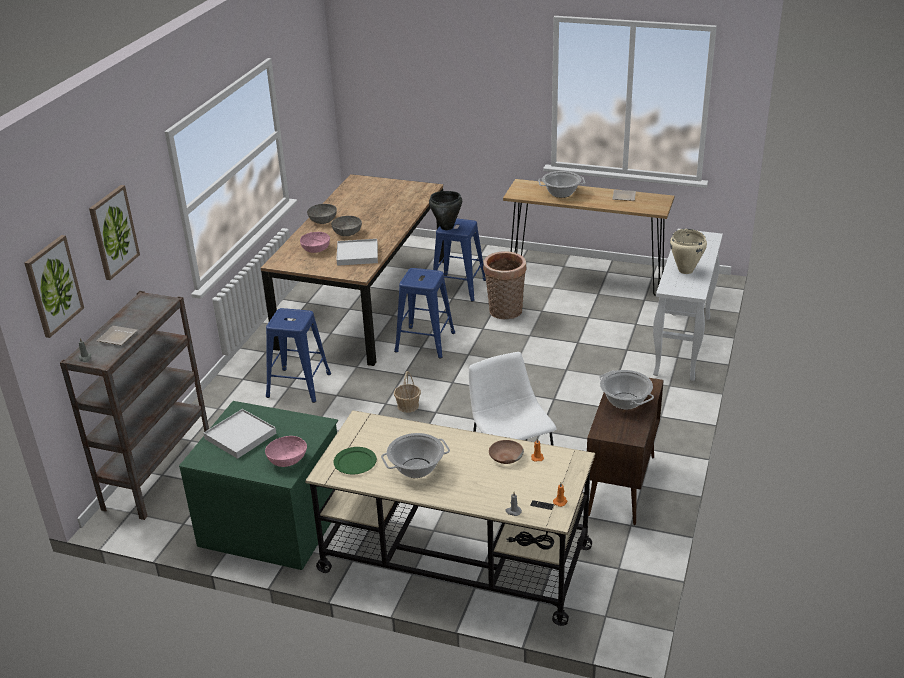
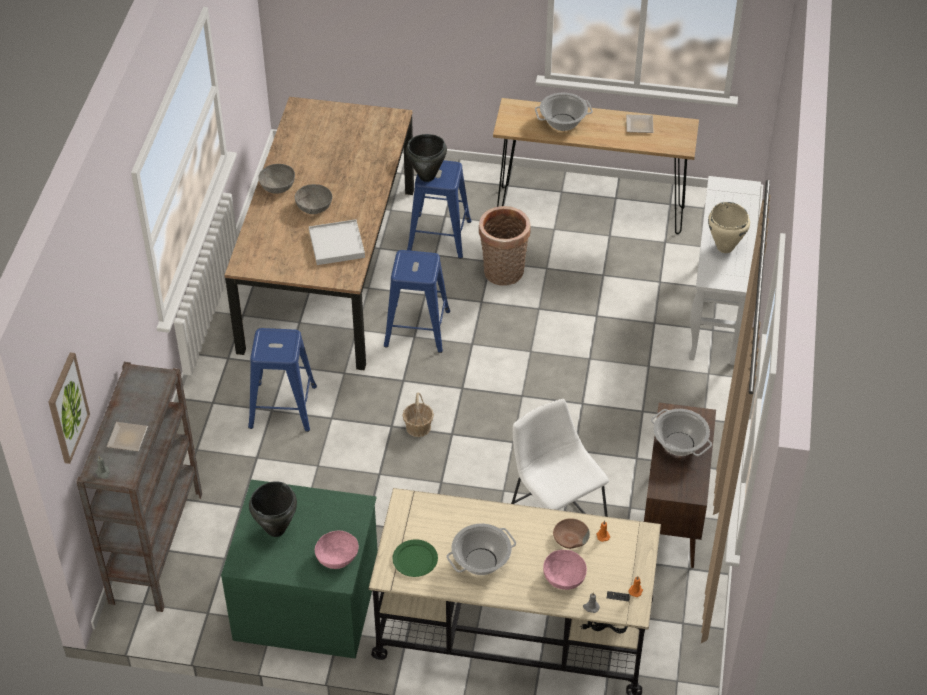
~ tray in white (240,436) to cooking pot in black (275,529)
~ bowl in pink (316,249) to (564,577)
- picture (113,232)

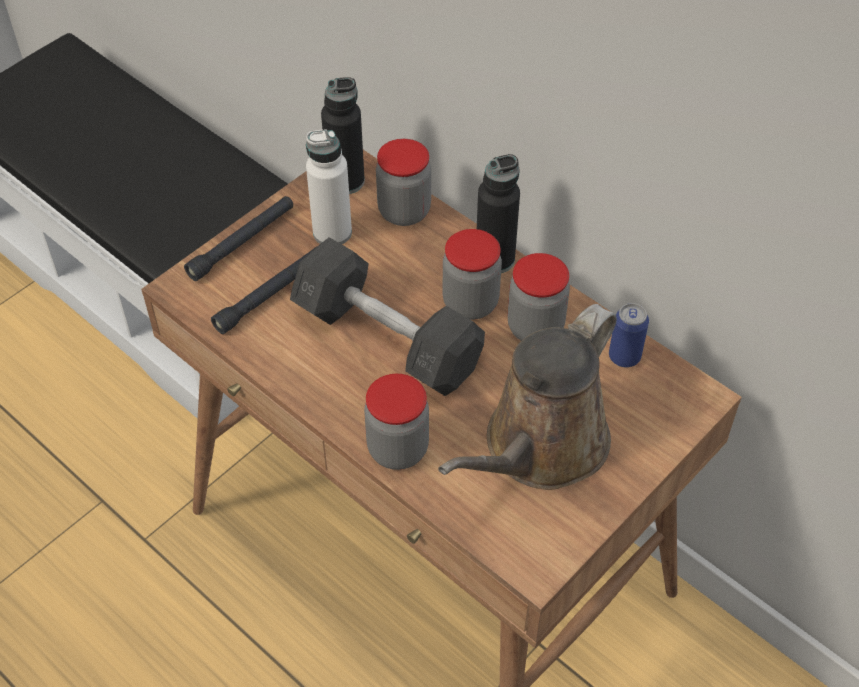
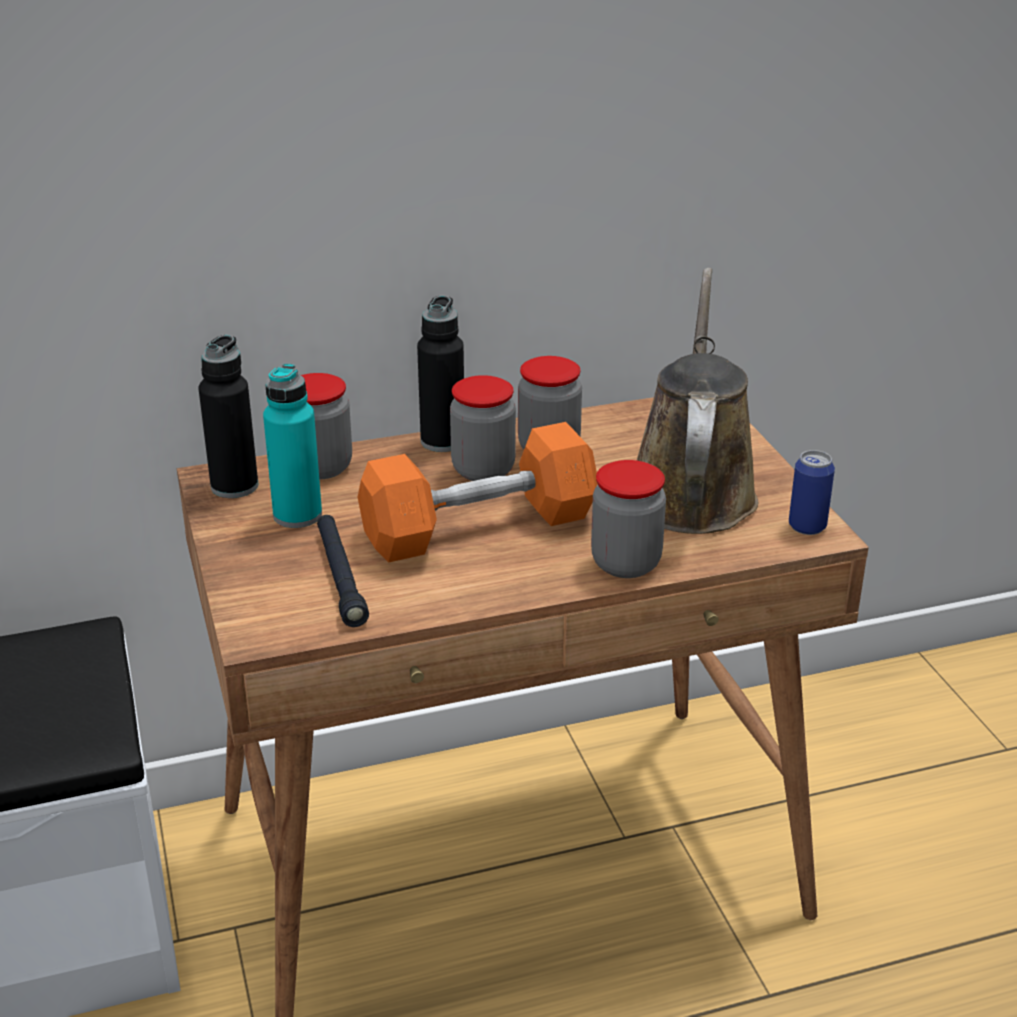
~ bottle in white (332,232) to bottle in turquoise (297,515)
~ dumbbell in grey (387,338) to dumbbell in orange (479,527)
~ watering can in brown (539,448) = (691,490) 150 degrees counterclockwise
~ can (624,356) to (807,526)
- flashlight in black (242,243)

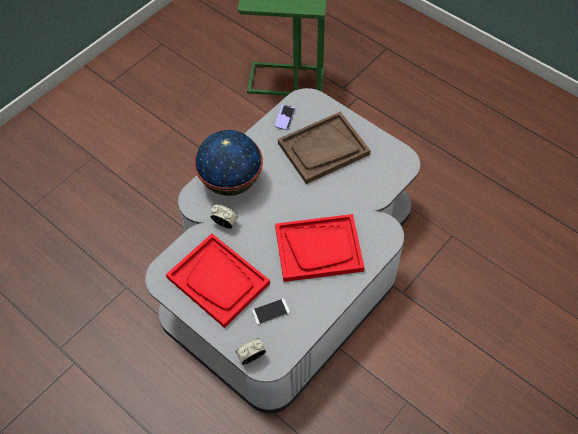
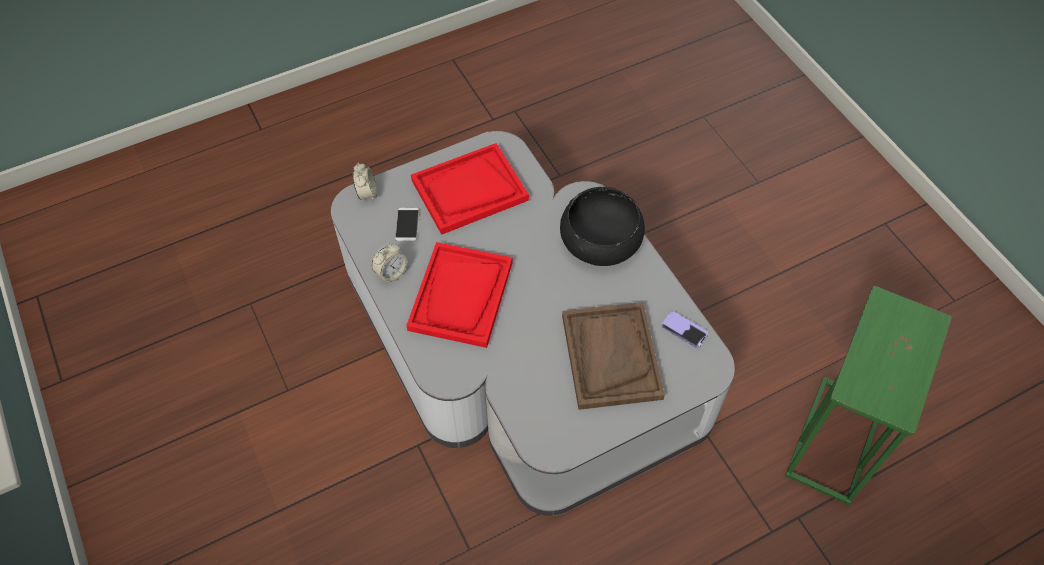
~ alarm clock (225,223) to (391,273)
~ globe (231,181) to bowl in black (600,240)

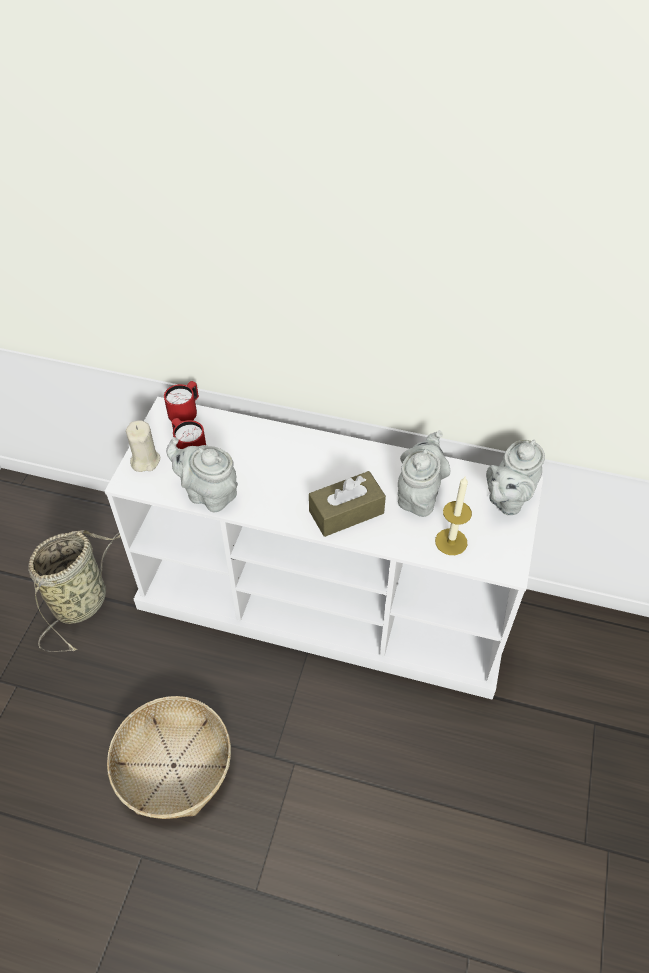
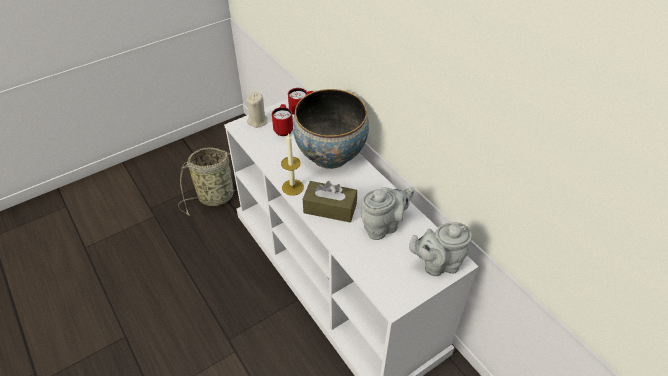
~ candle (451,542) to (292,187)
+ bowl (330,155)
- basket (174,765)
- teapot in grey (208,494)

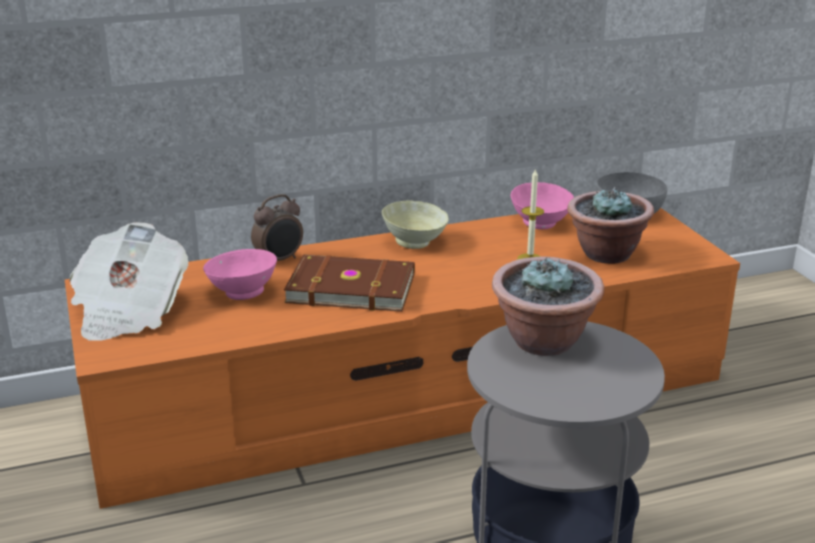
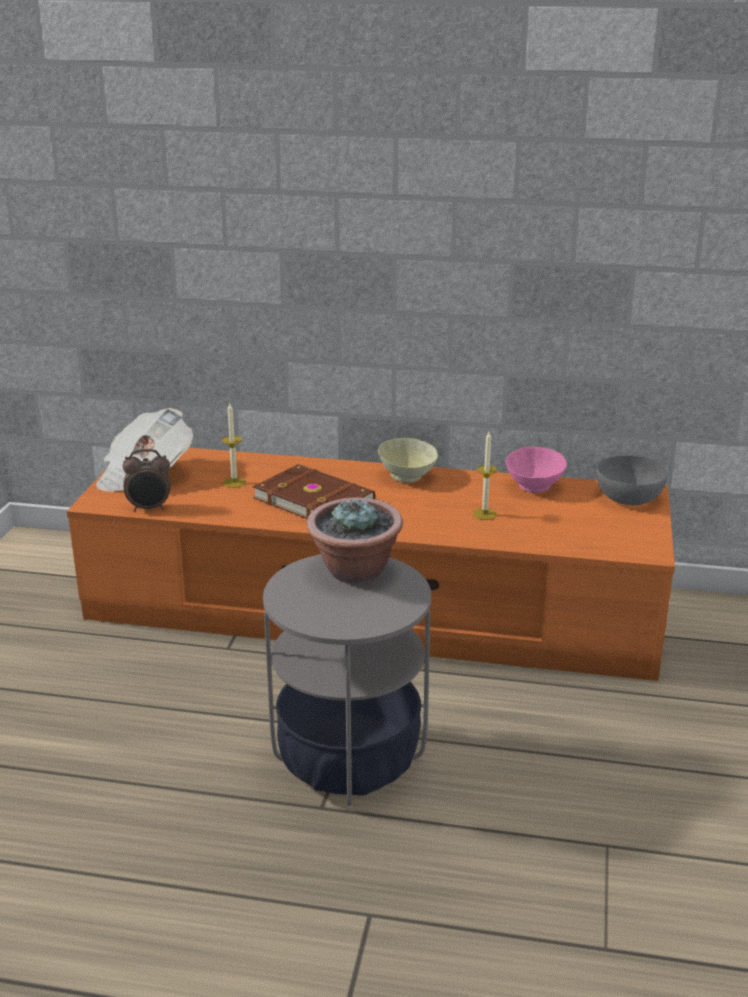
~ alarm clock (279,260) to (149,508)
~ bowl in pink (243,292) to candle (234,482)
- potted plant (605,254)

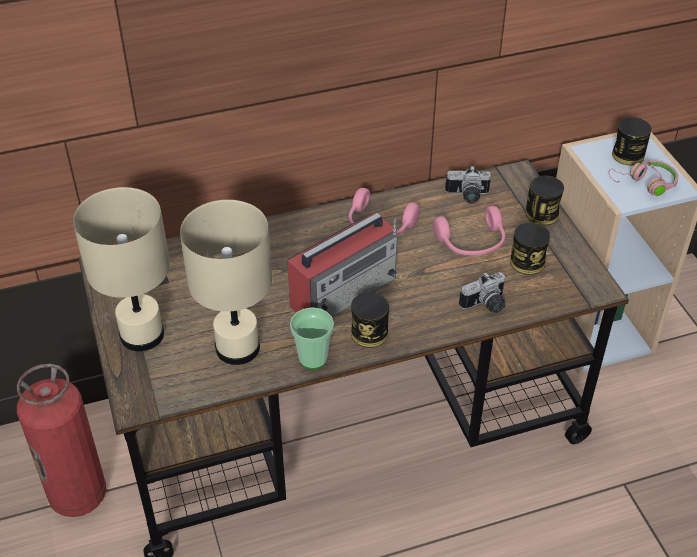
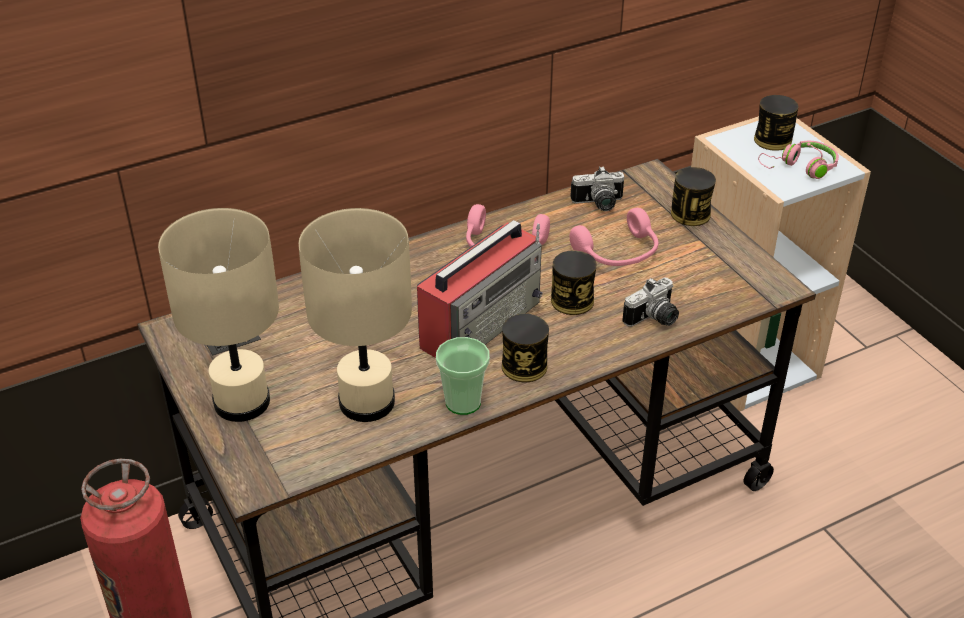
~ can (527,262) to (572,301)

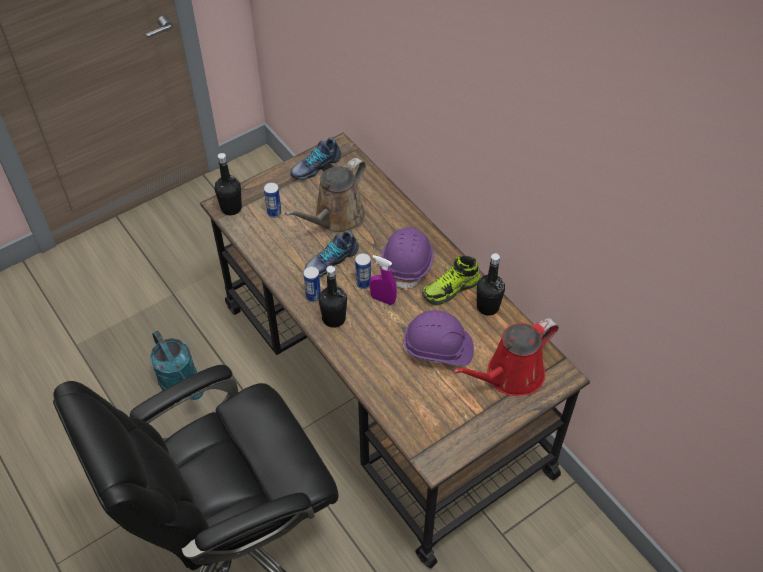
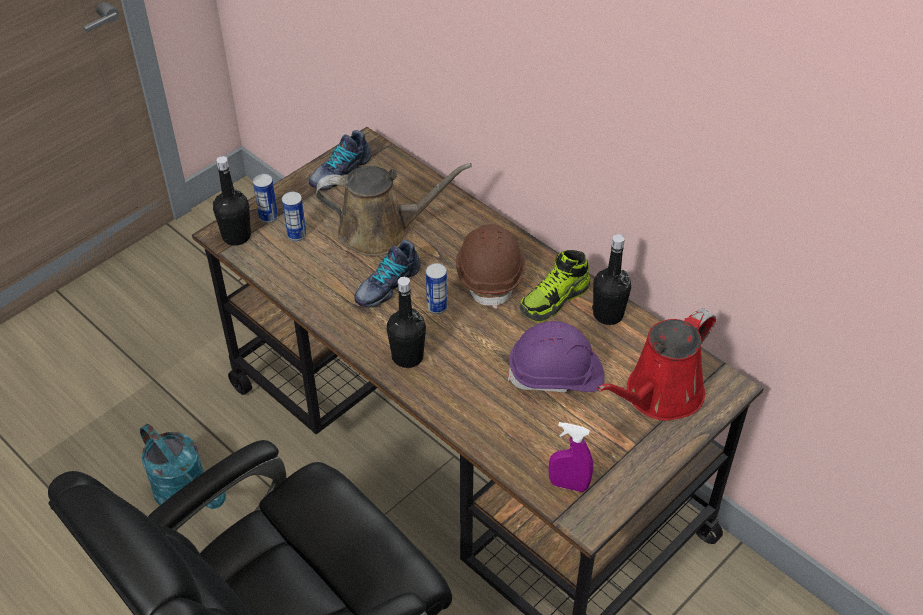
~ can (313,296) to (268,217)
~ watering can in brown (336,218) = (381,232) 120 degrees counterclockwise
~ hard hat in purple (408,263) to hard hat in brown (490,275)
~ spray bottle in purple (383,299) to (568,485)

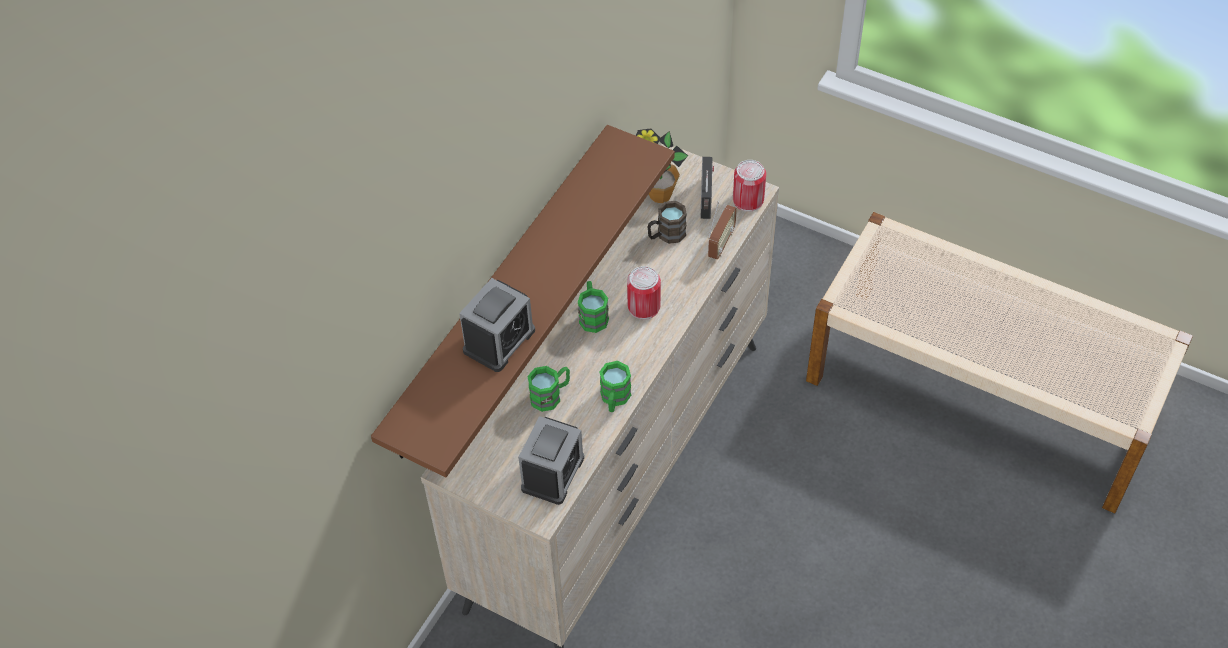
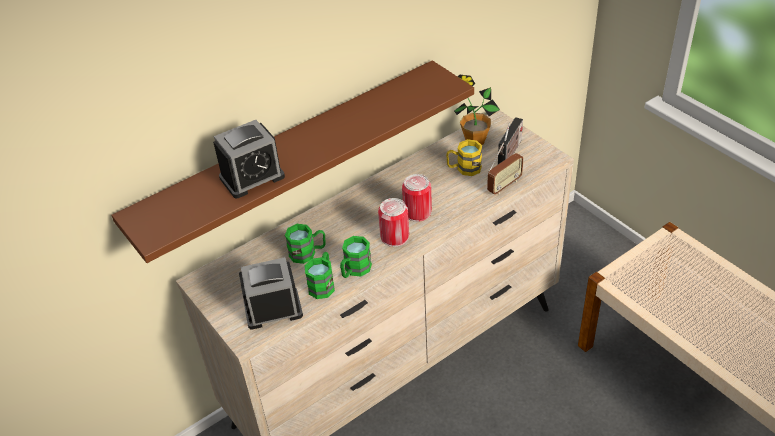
~ alarm clock (552,473) = (273,309) 150 degrees counterclockwise
~ mug in green (592,315) to (323,284)
~ can (748,200) to (394,237)
~ mug in brown (666,235) to mug in yellow (464,168)

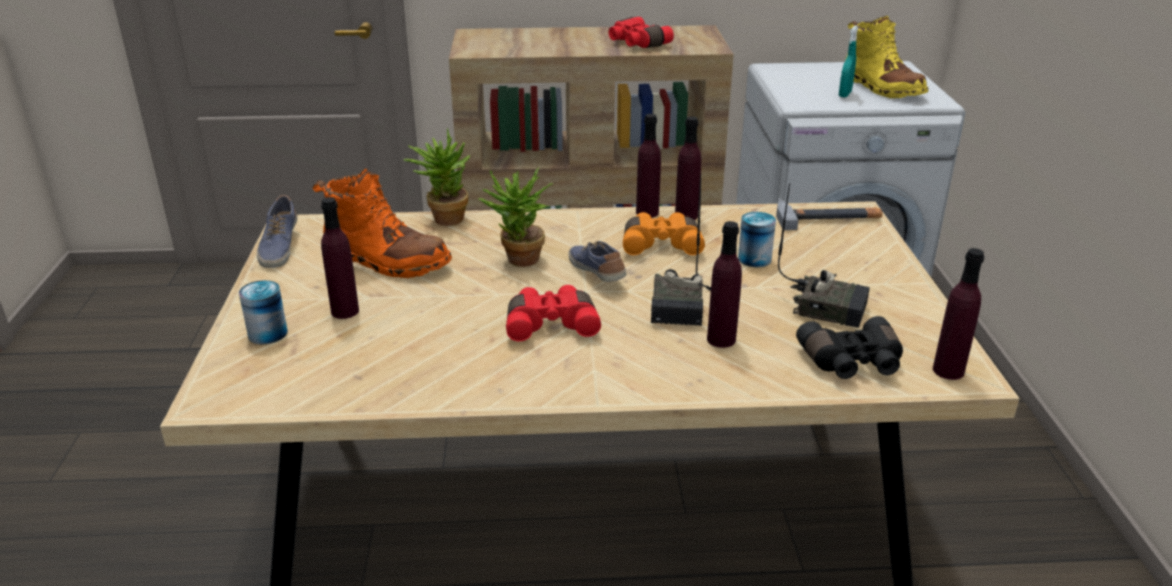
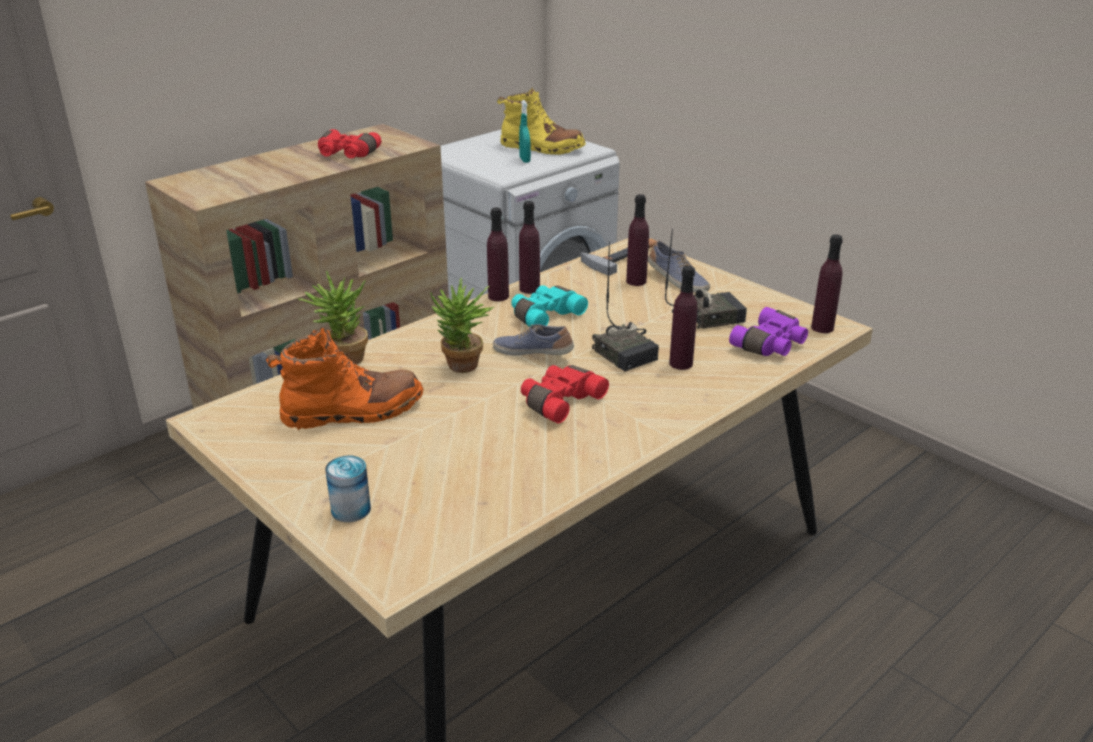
~ binoculars in orange (661,244) to binoculars in turquoise (544,315)
~ bottle in purple (345,311) to (636,281)
~ shoe (279,247) to (676,281)
~ binoculars in black (852,363) to binoculars in purple (771,345)
- can (754,259)

